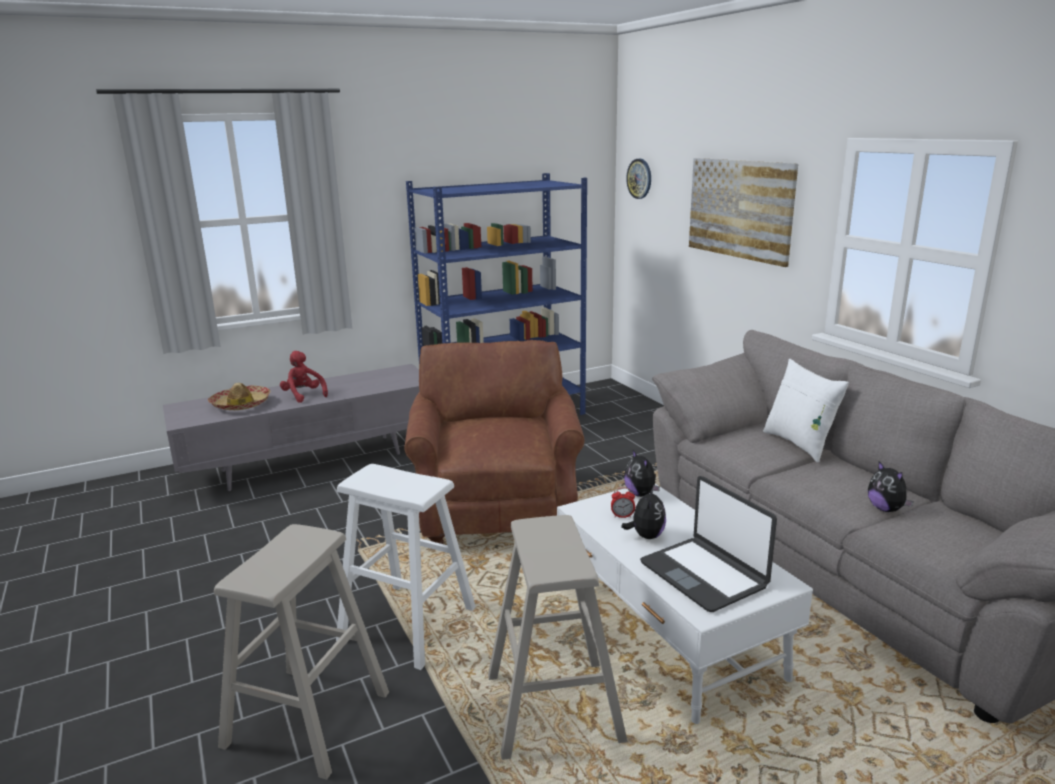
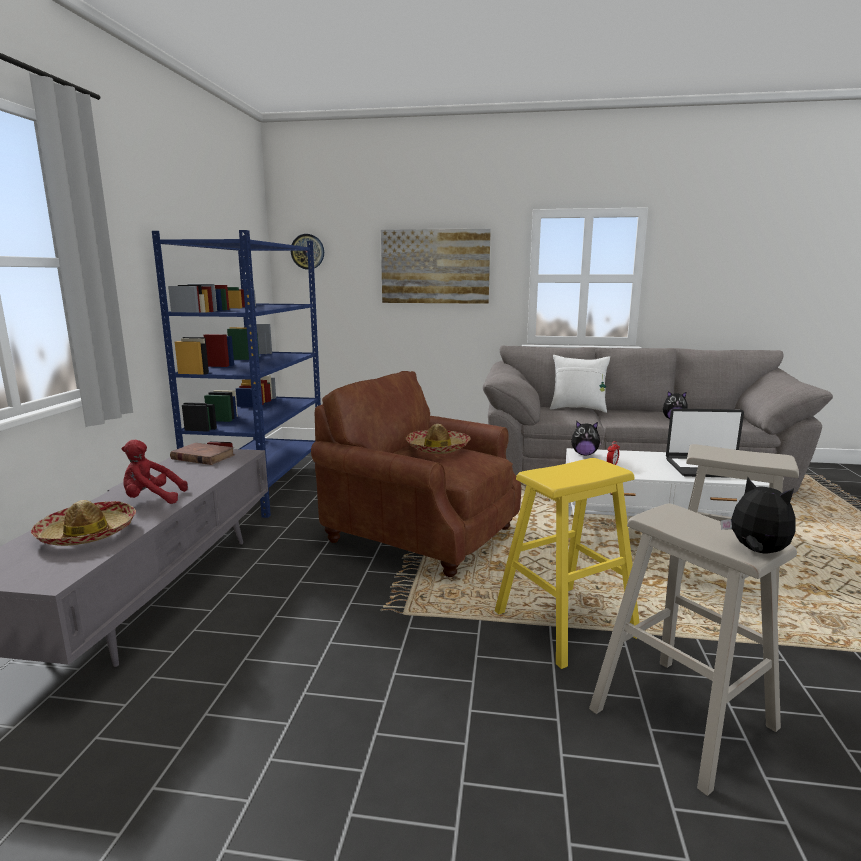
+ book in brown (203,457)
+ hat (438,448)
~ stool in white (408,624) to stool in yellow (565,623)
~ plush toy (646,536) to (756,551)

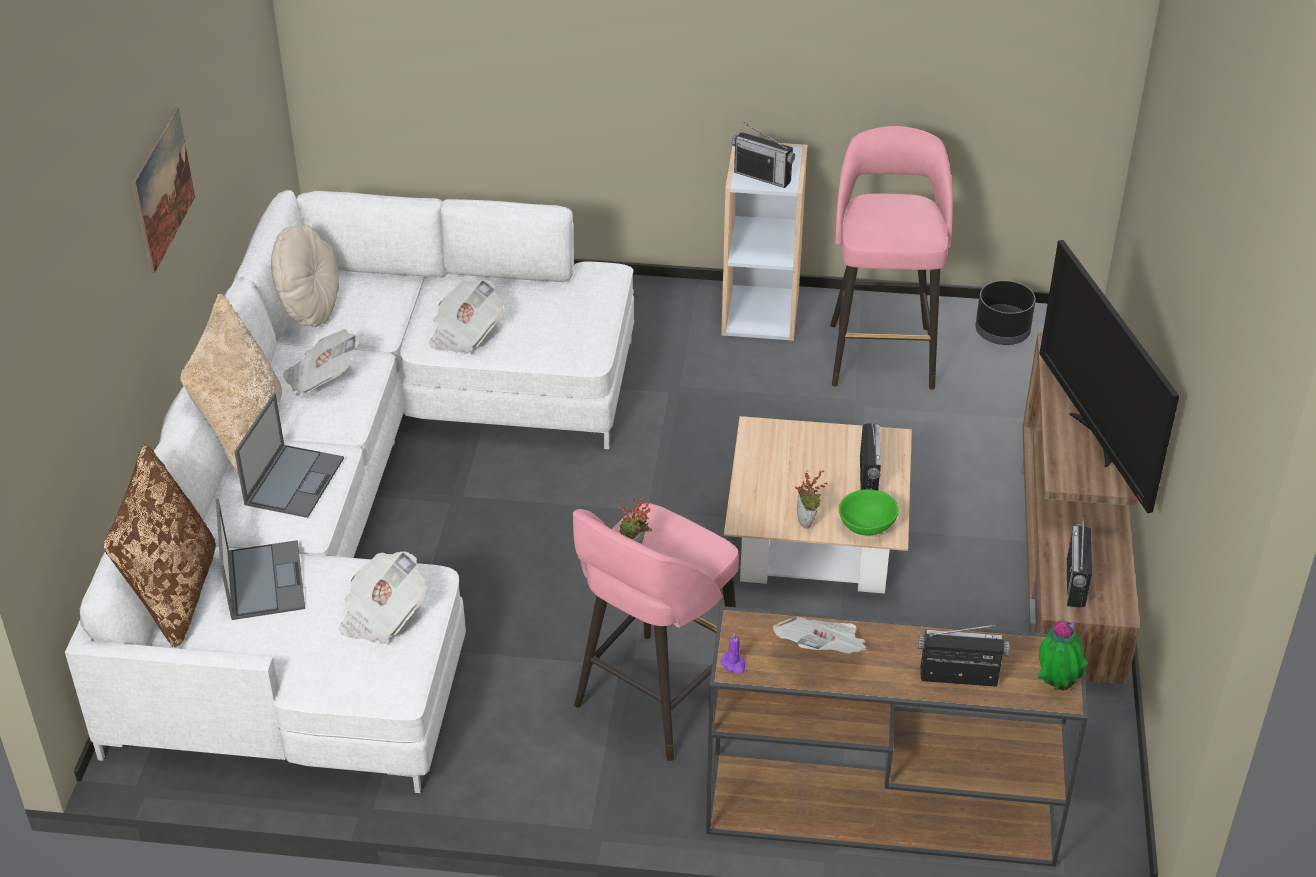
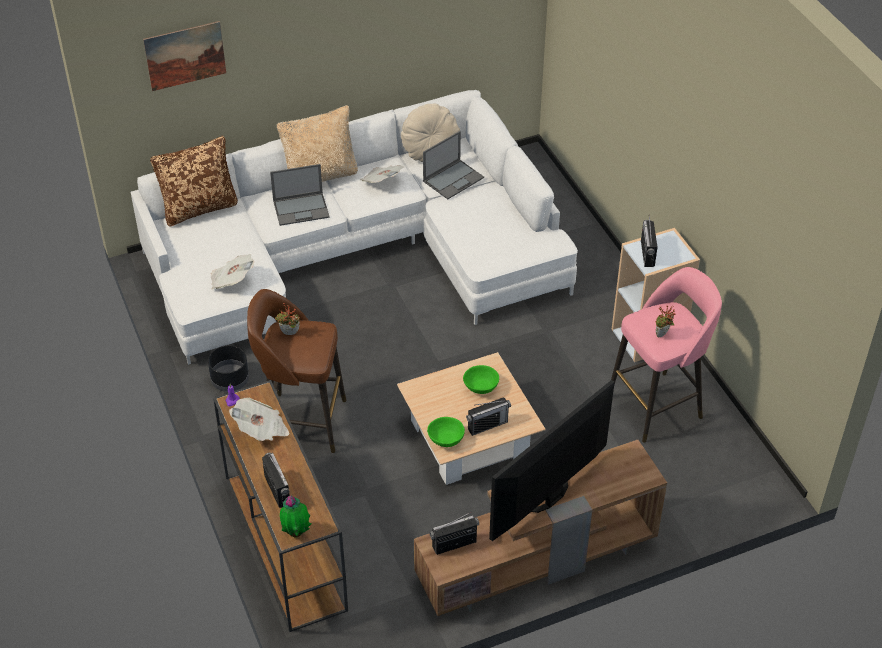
~ picture (163,189) to (185,55)
~ planter in black (1003,332) to (230,380)
~ stool in pink (654,699) to stool in brown (302,422)
~ laptop (264,579) to (453,179)
+ bowl in green (481,387)
~ potted plant (808,522) to (662,335)
- newspaper (465,334)

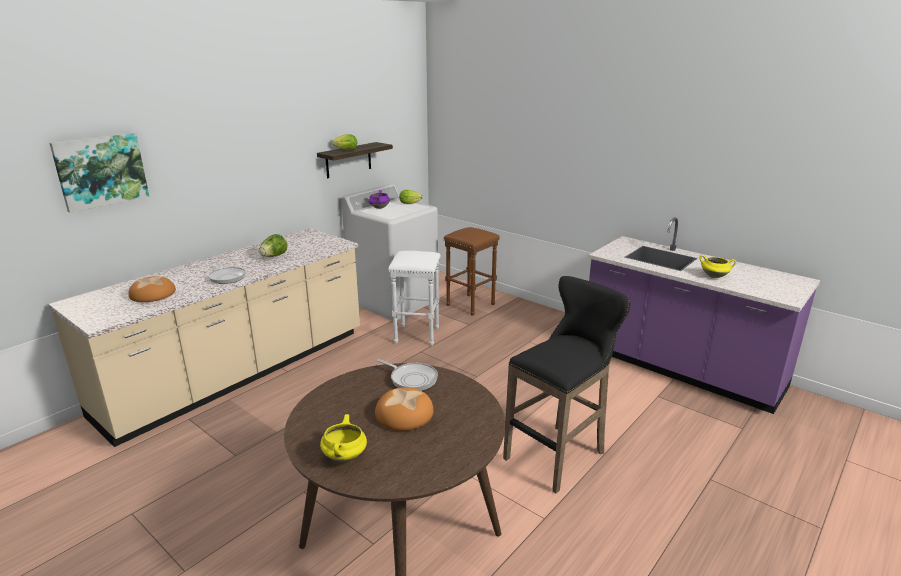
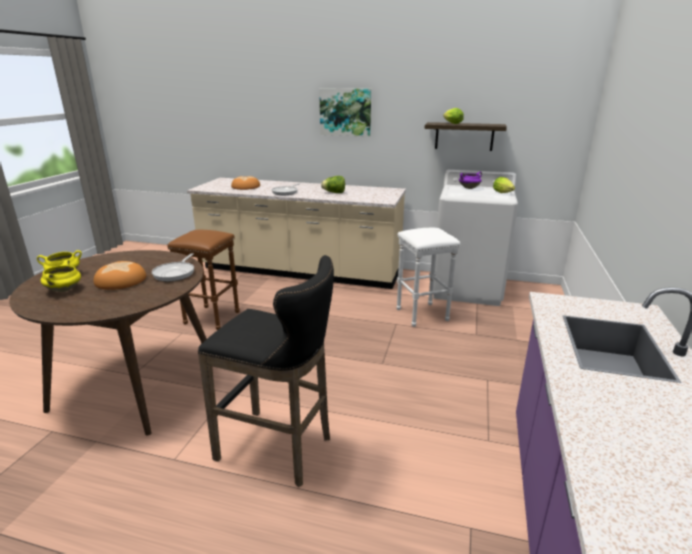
~ cooking pot in yellow (714,276) to (64,290)
~ stool in brown (470,304) to (213,317)
~ picture (101,171) to (345,112)

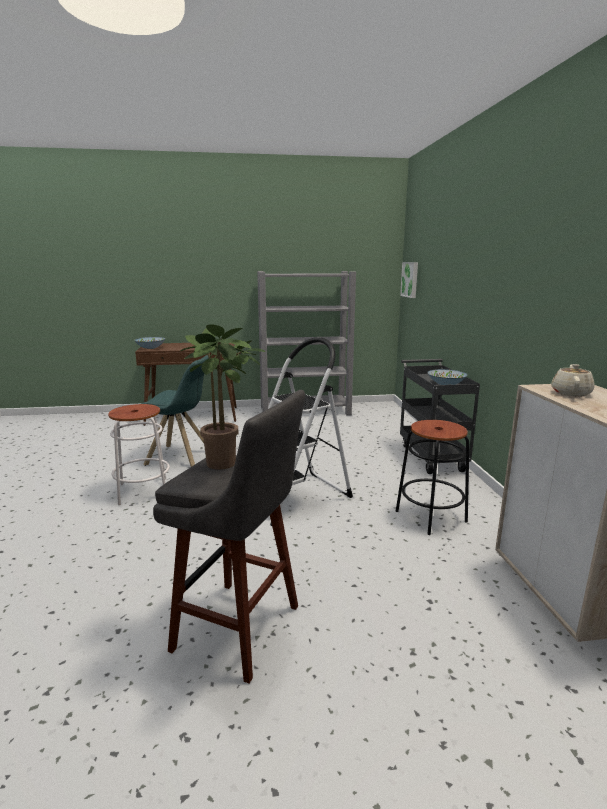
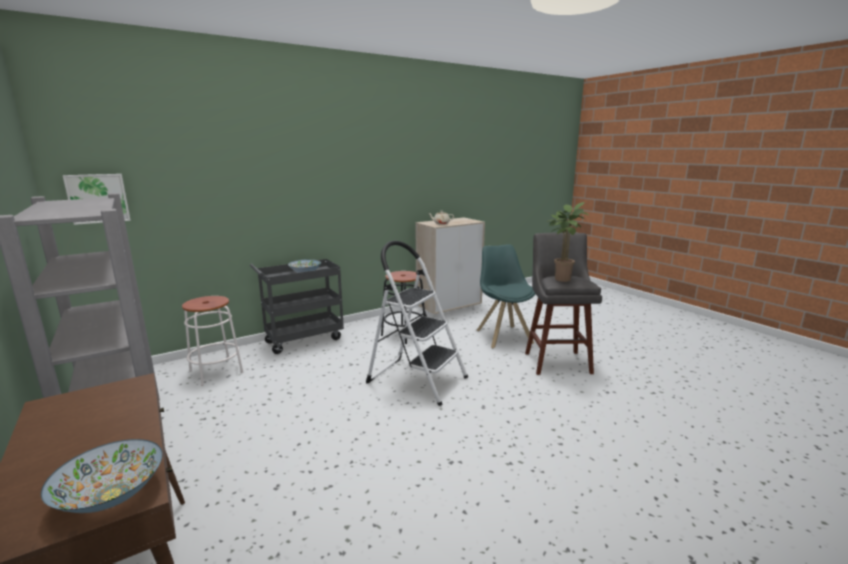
~ stool in white (143,491) to (216,371)
~ chair in turquoise (180,457) to (503,336)

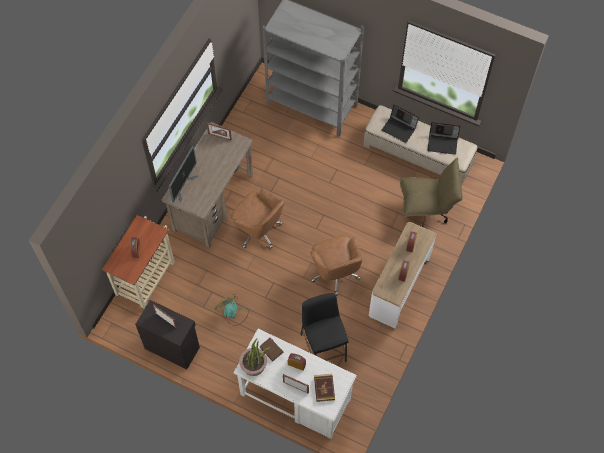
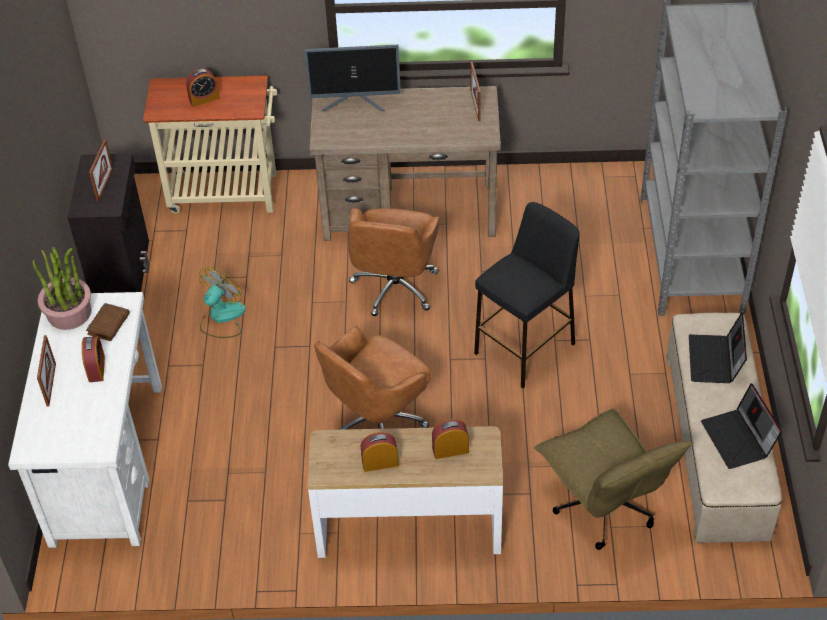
~ stool in black (323,347) to (525,348)
- book (324,388)

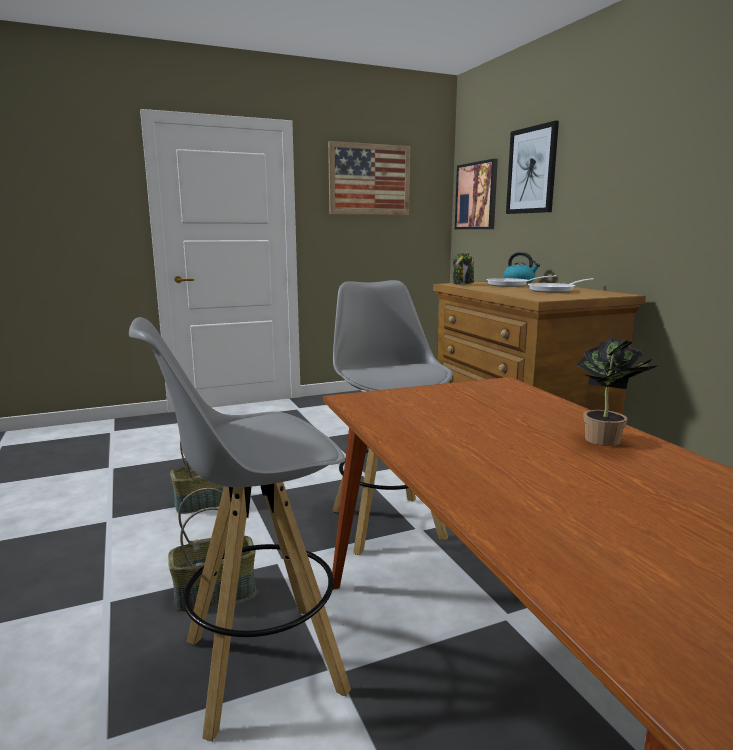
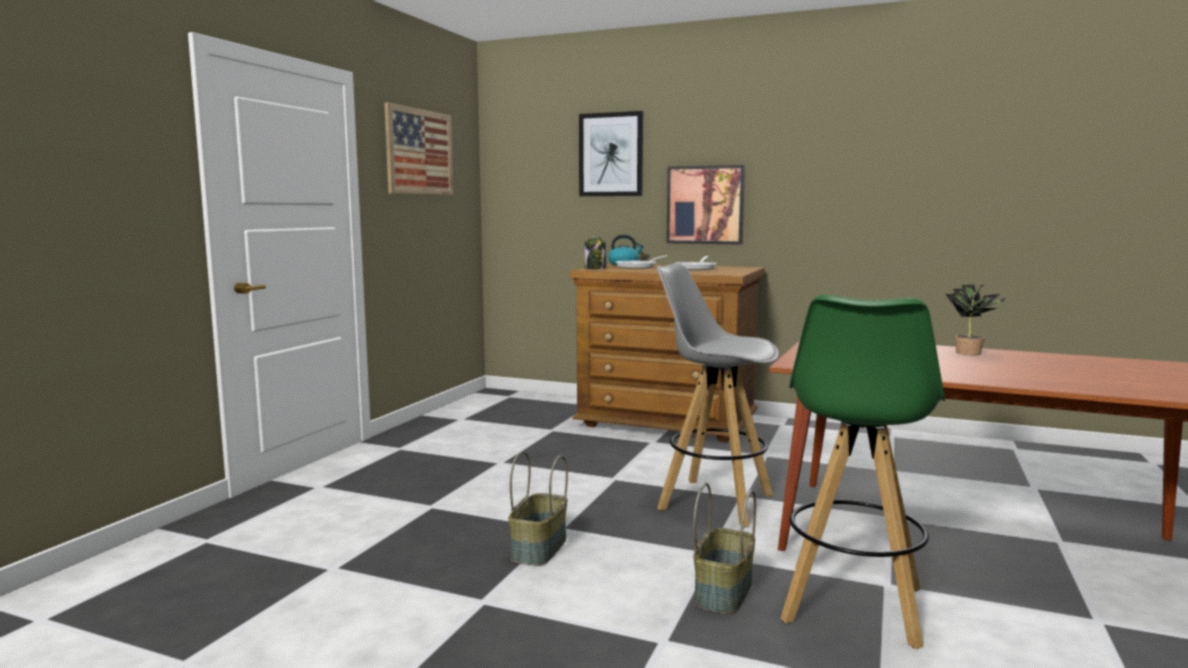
~ picture (476,196) to (705,205)
~ stool in grey (259,665) to stool in green (850,605)

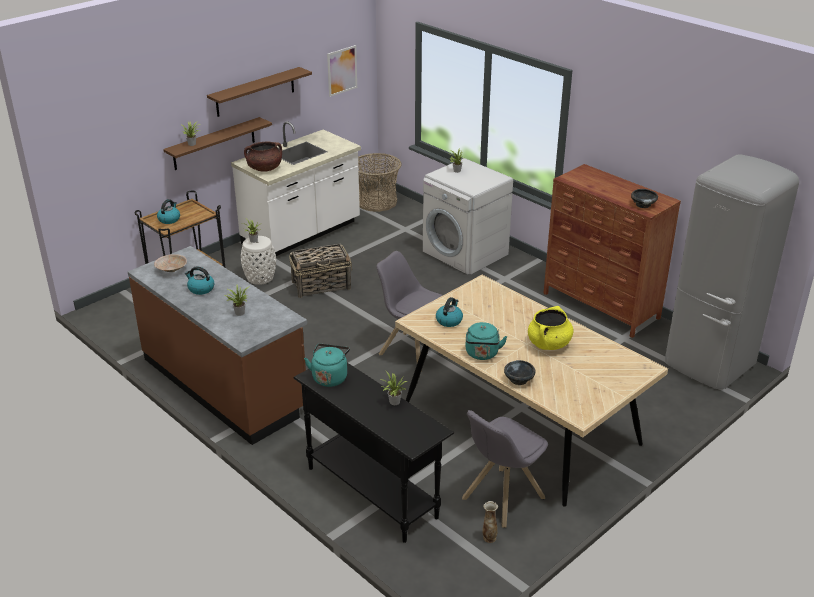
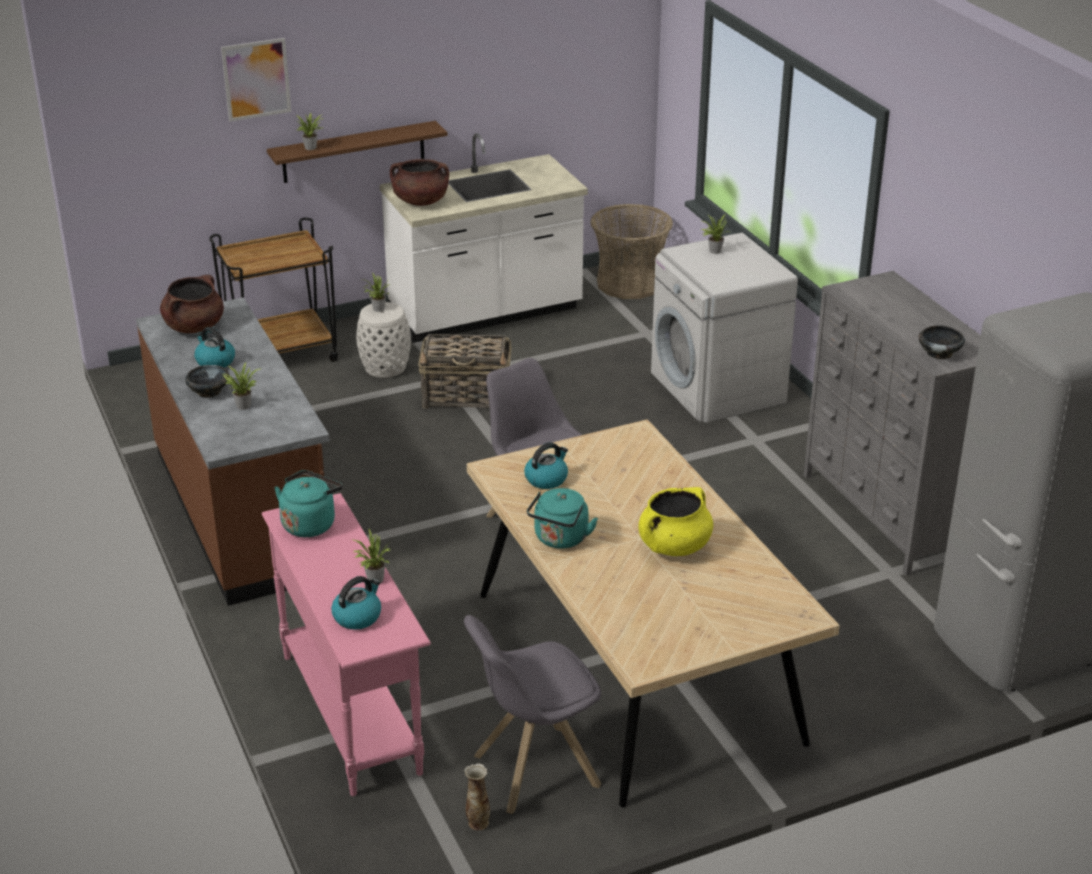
~ bowl in beige (171,269) to cooking pot in brown (194,327)
~ bowl in black (519,380) to (209,391)
~ picture (342,70) to (256,79)
~ console table in black (371,492) to console table in pink (351,712)
~ kettle (169,219) to (357,616)
~ dresser in brown (601,306) to dresser in grey (887,514)
- shelf in brown (255,92)

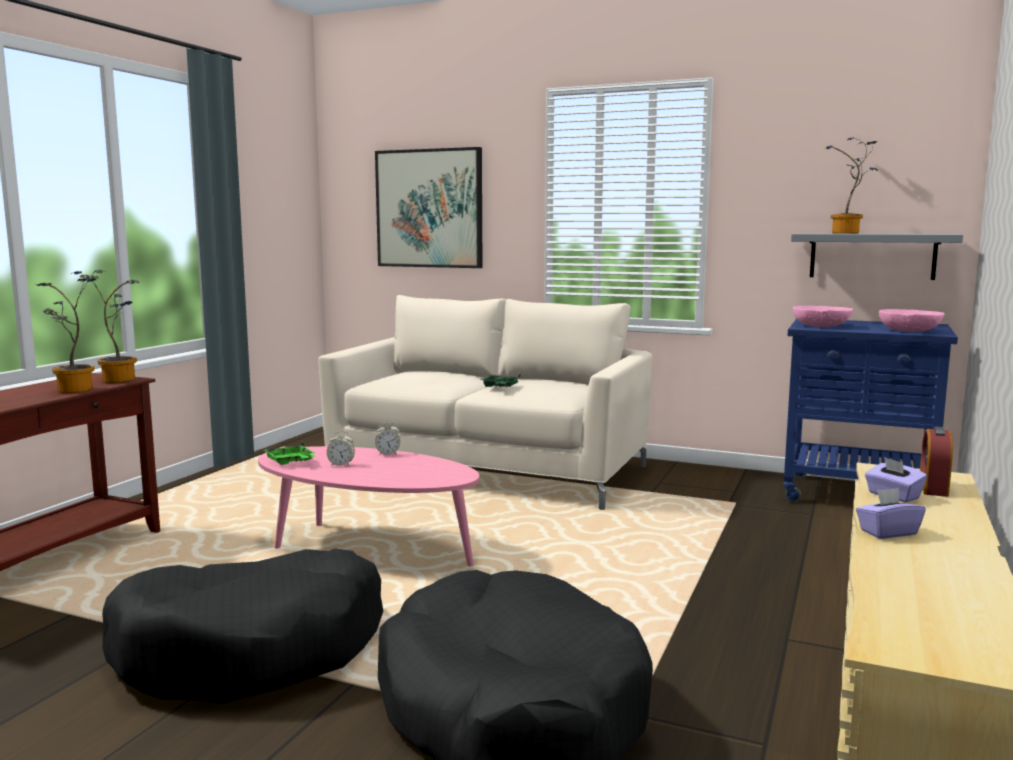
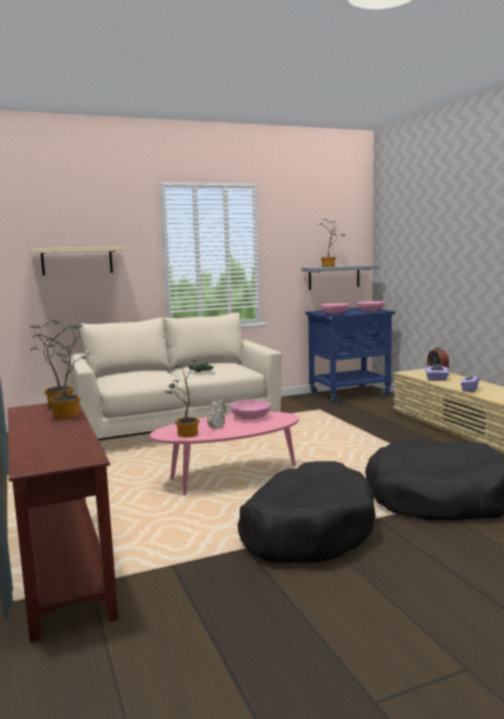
~ picture (429,208) to shelf in beige (77,260)
~ tray in green (290,462) to potted plant (185,435)
+ bowl in pink (250,417)

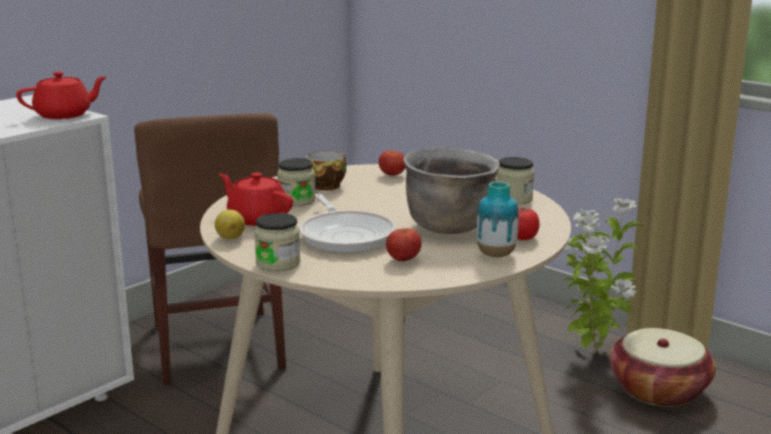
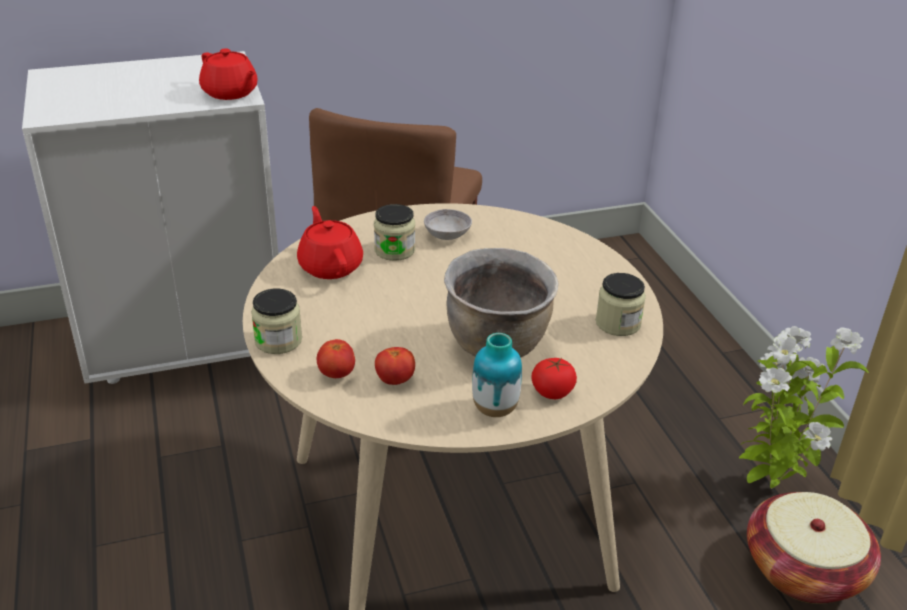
~ teapot in red (64,115) = (230,93) 45 degrees clockwise
~ tomato (392,175) to (336,374)
~ cup (326,185) to bowl in grey (447,235)
- lemon (230,237)
- frying pan (346,235)

